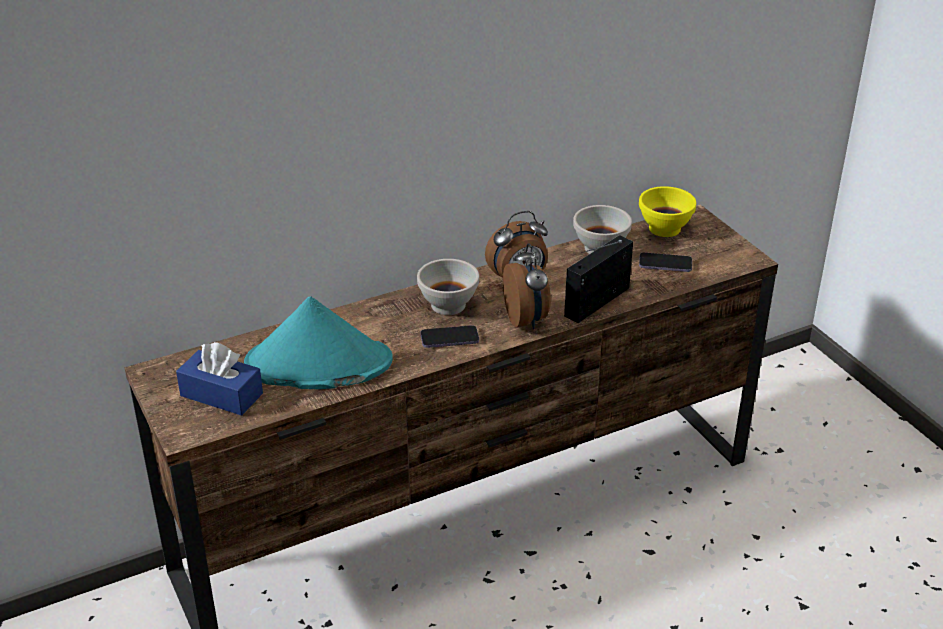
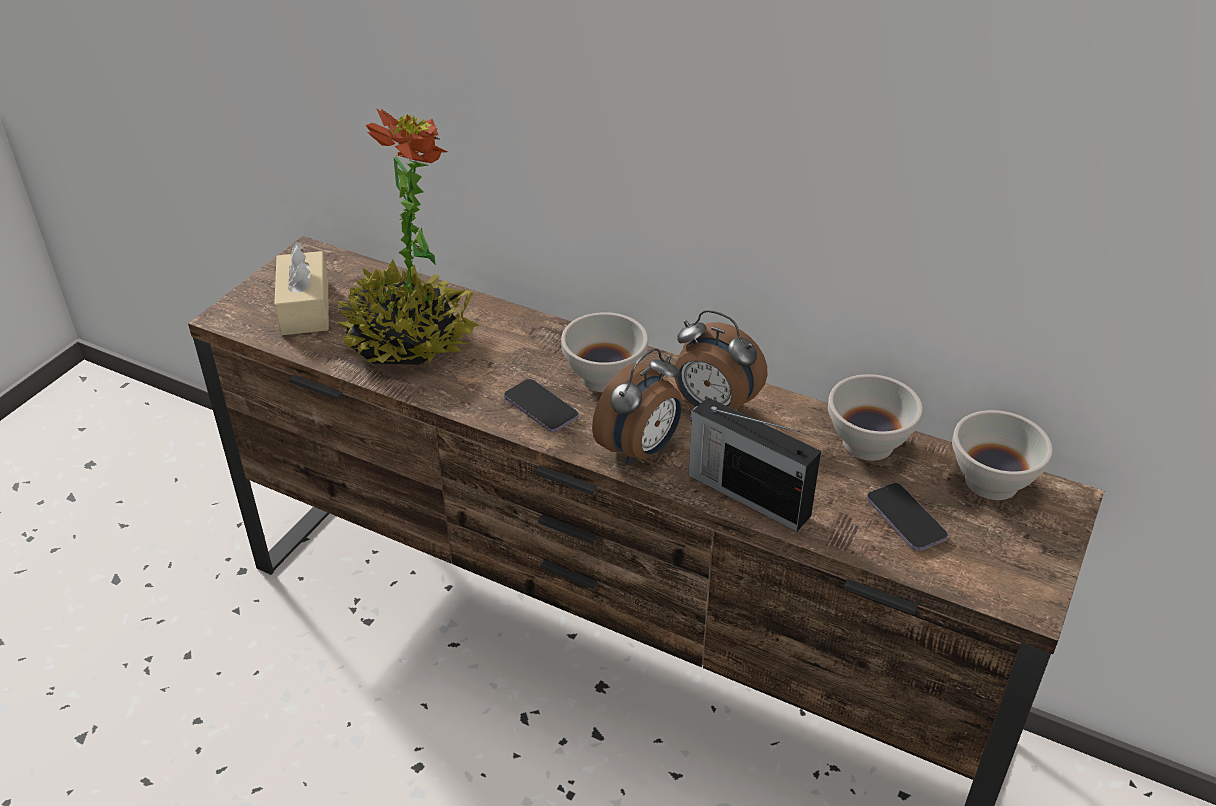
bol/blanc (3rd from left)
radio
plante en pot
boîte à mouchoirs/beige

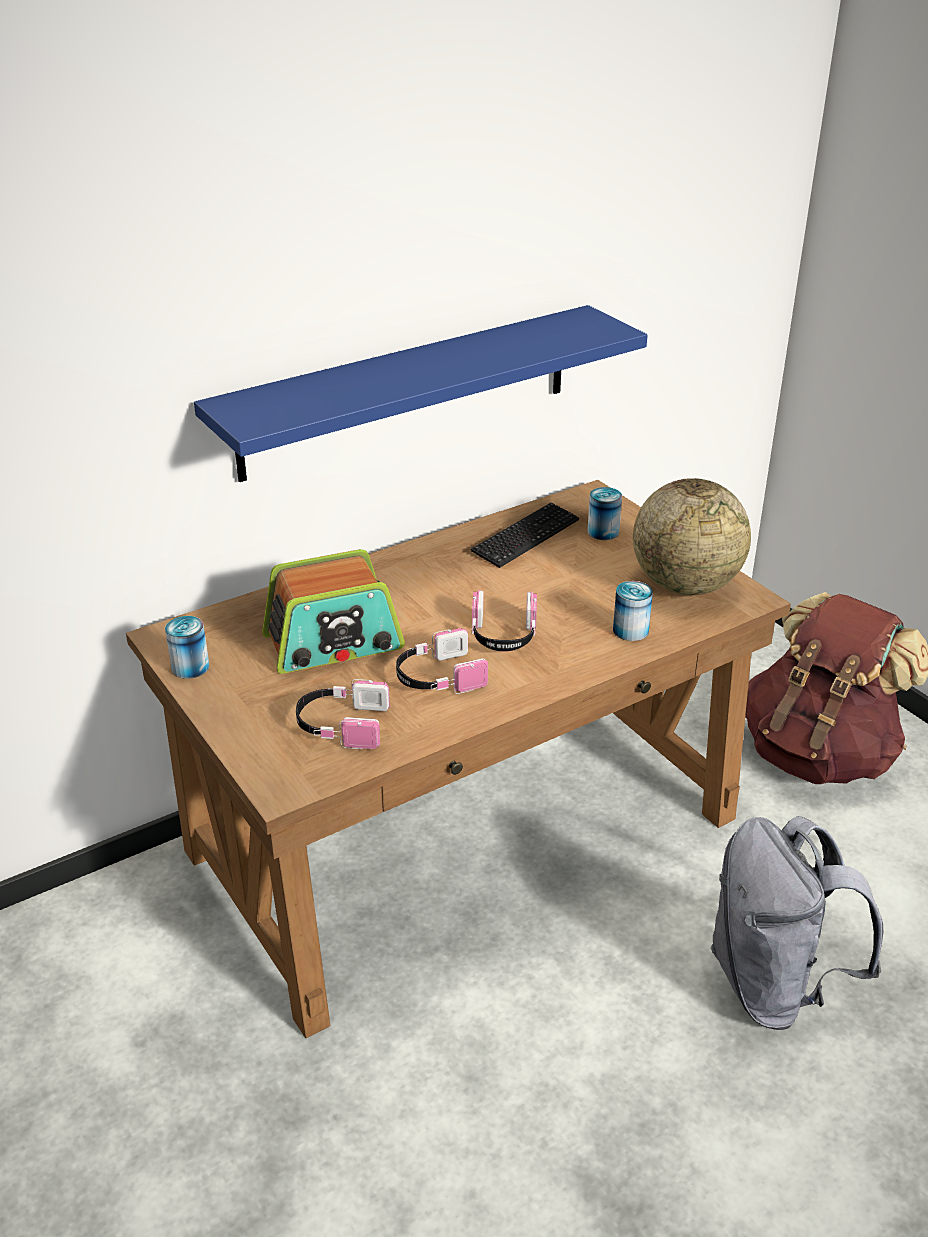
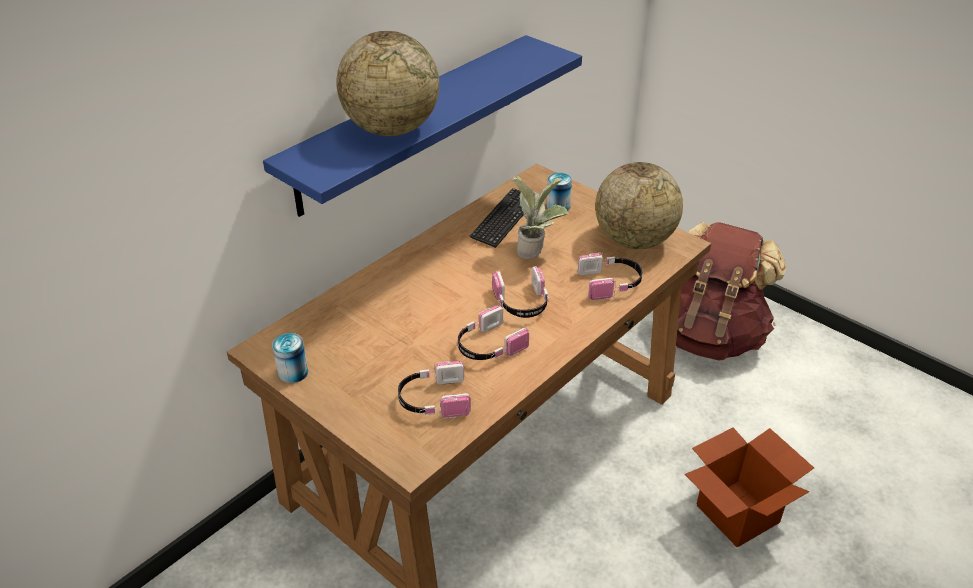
radio
casque audio (4th from left)
carton
globe (1st from left)
plante en pot

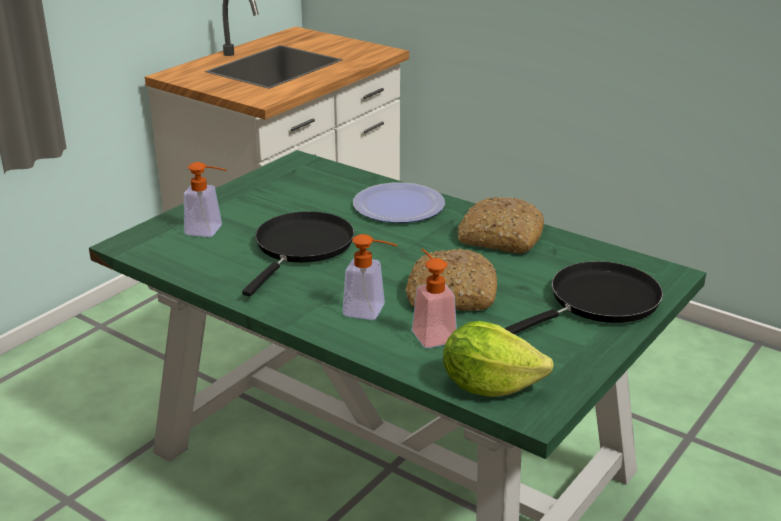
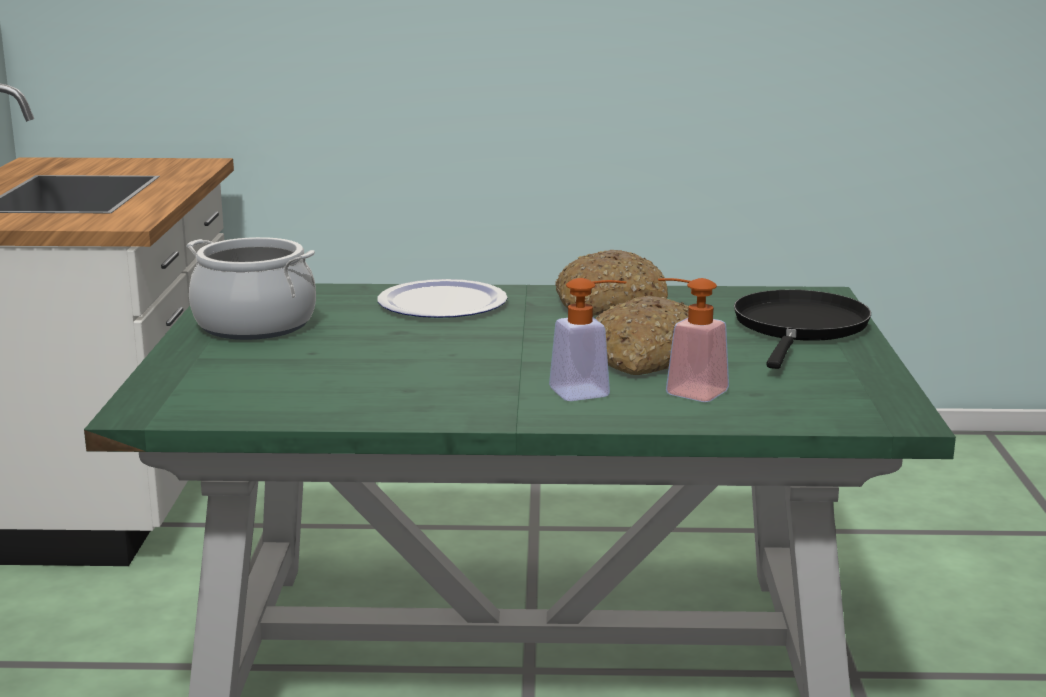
distributeur de savon (1st from left in the first image)
poêle/noir (1st from left in the first image)
laitue
marmite

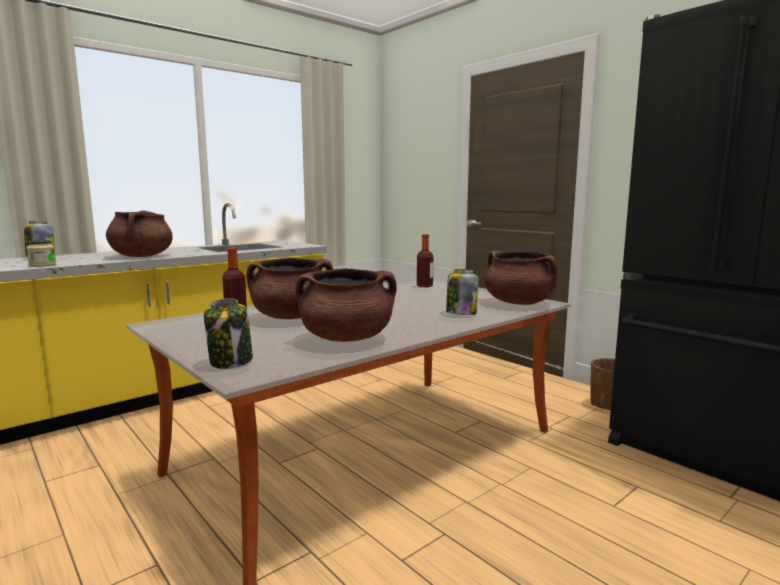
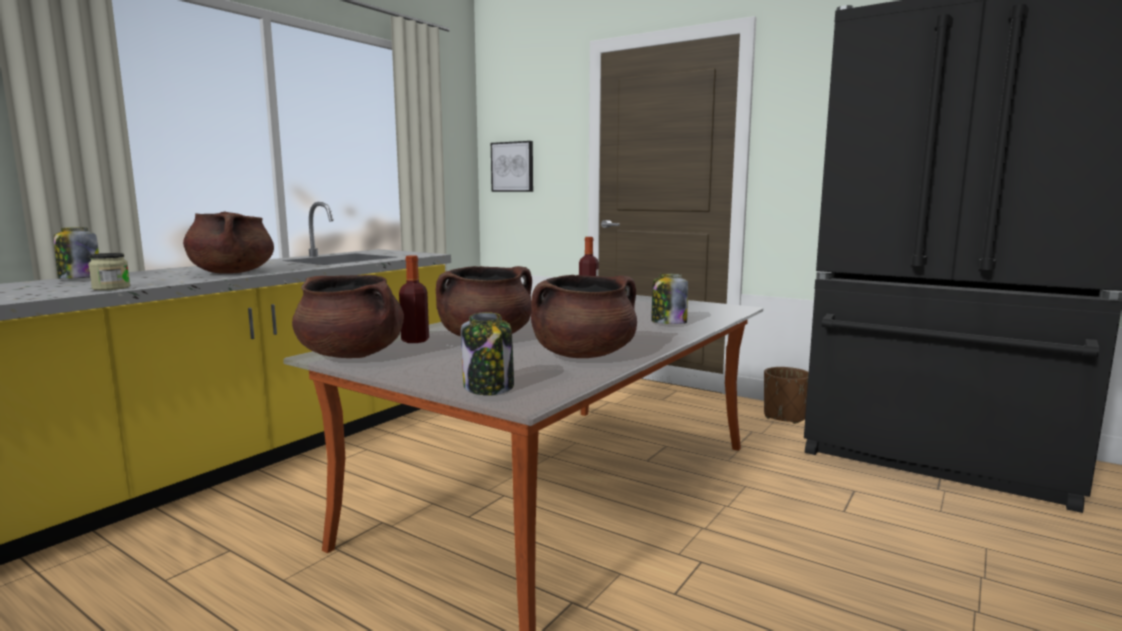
marmite/marron (2nd from left)
tableau

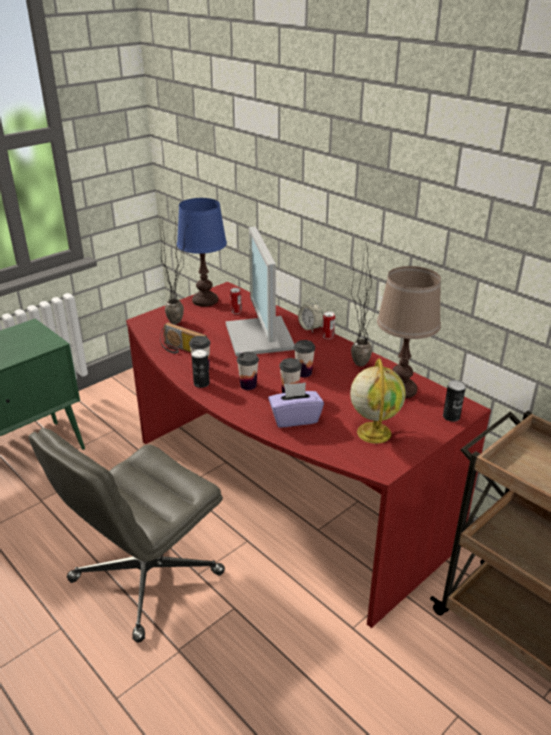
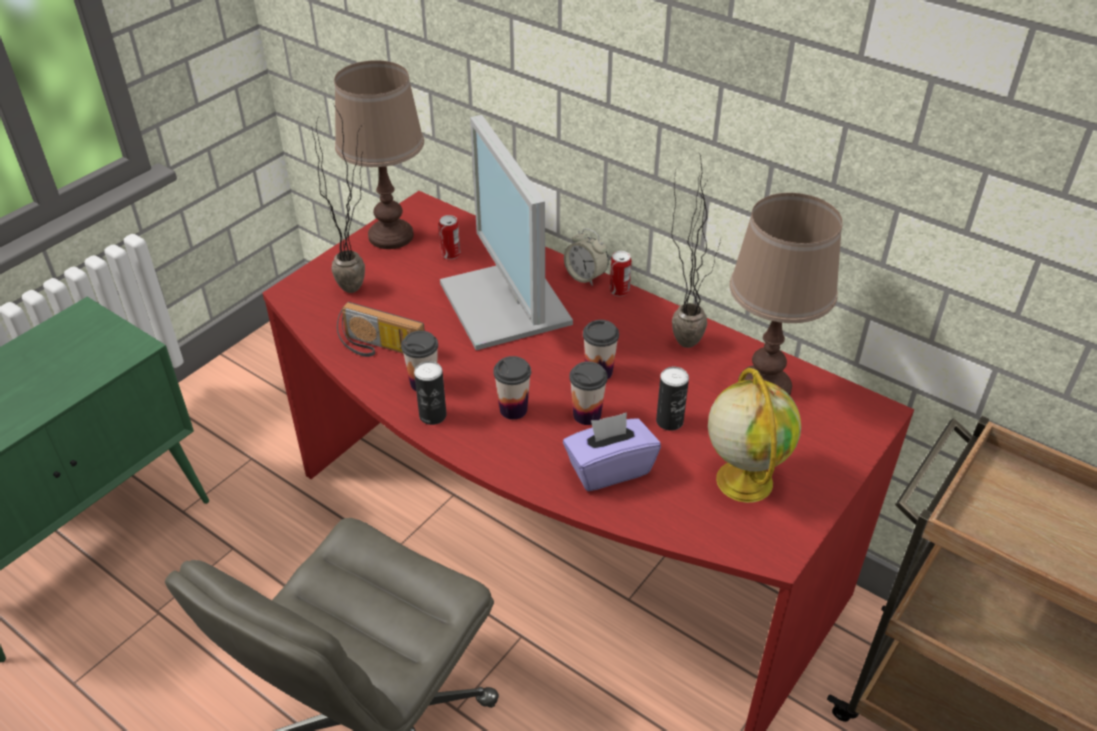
lampe de table/marron (1st from left)
boîte métallique (4th from left)

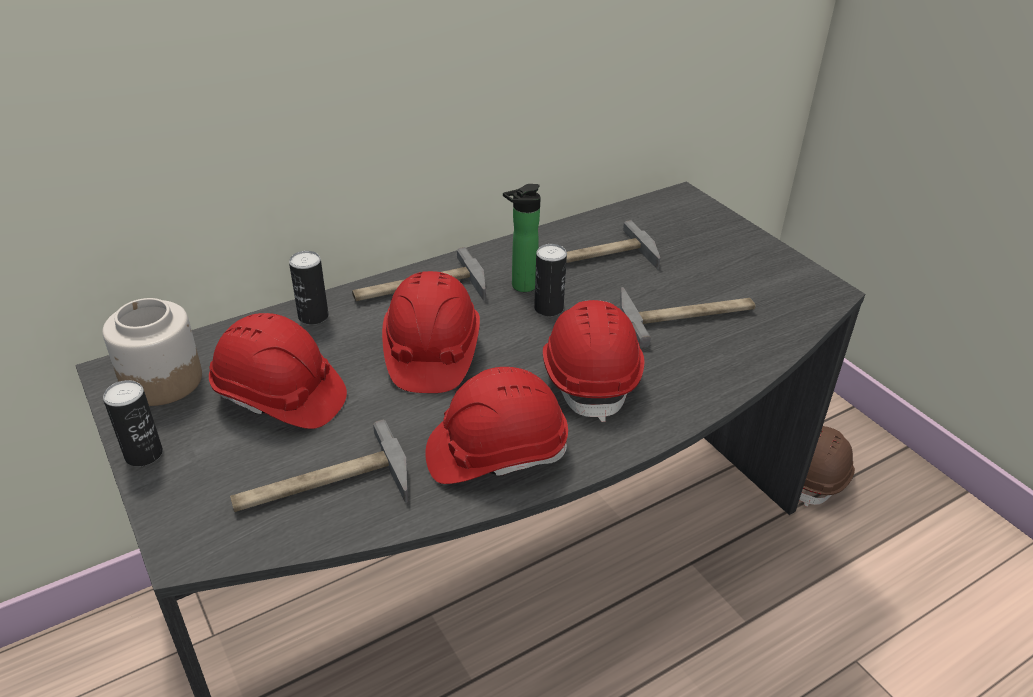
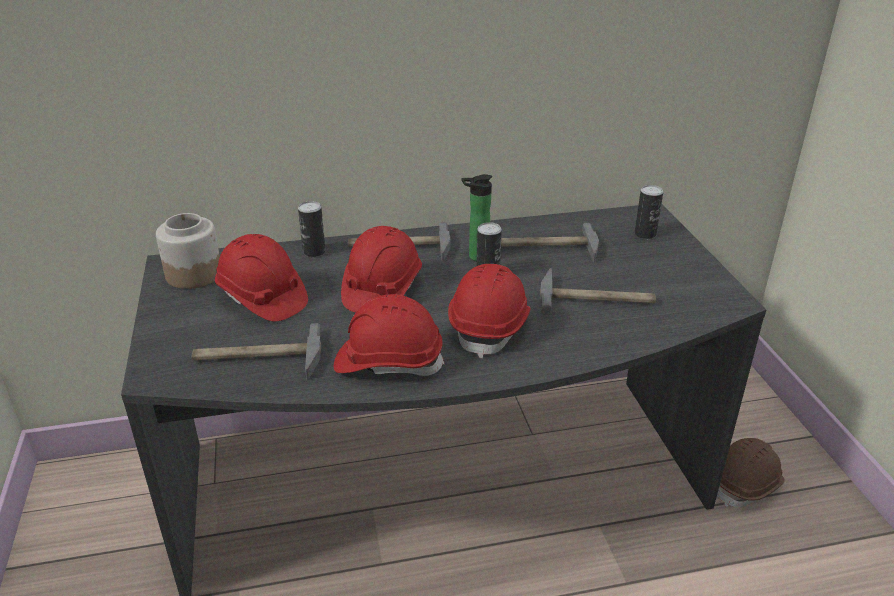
boîte métallique (3rd from left)

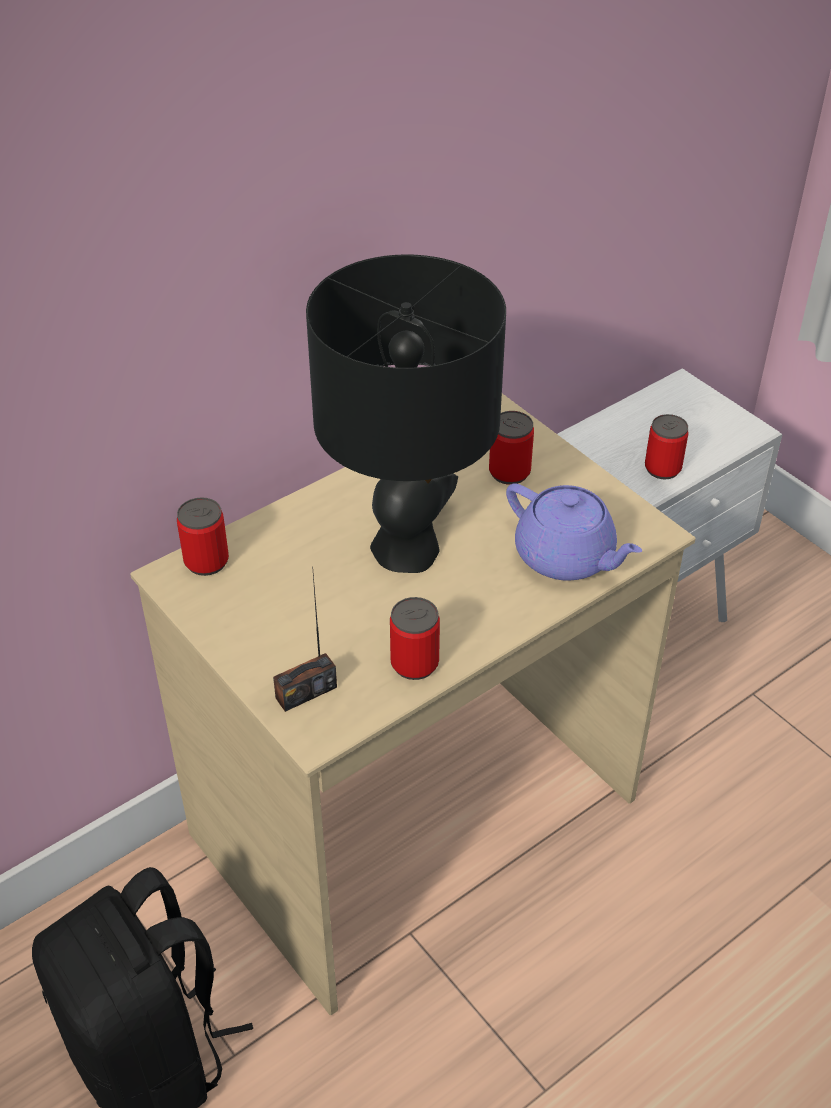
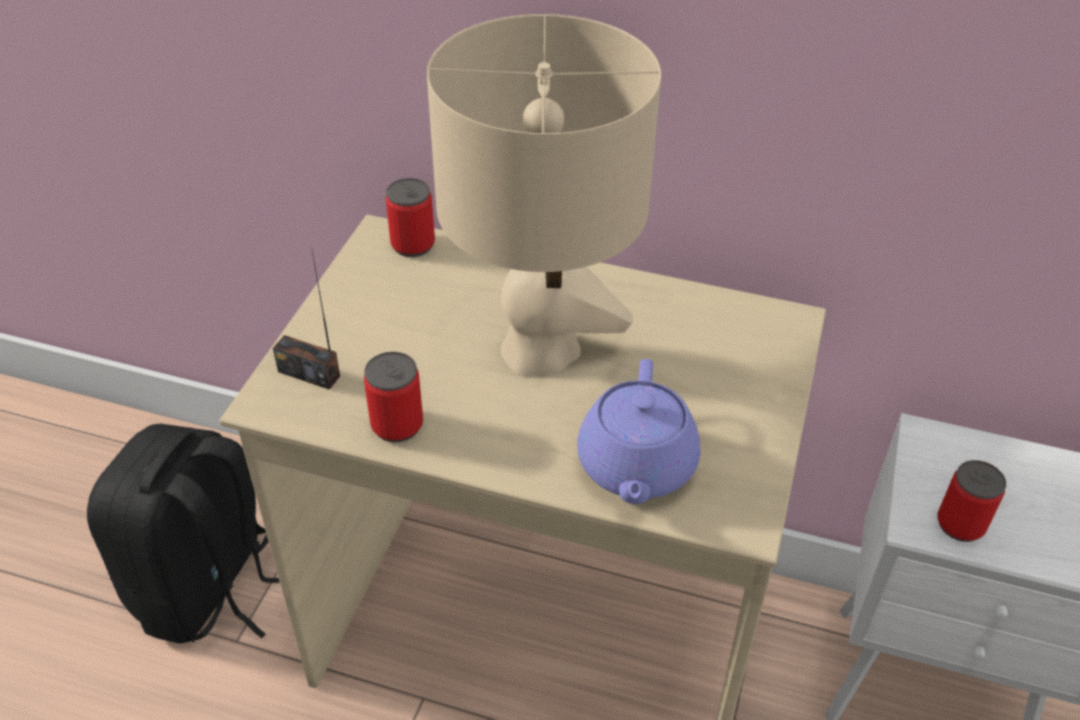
lampe de table/beige
boîte métallique (3rd from left in the first image)

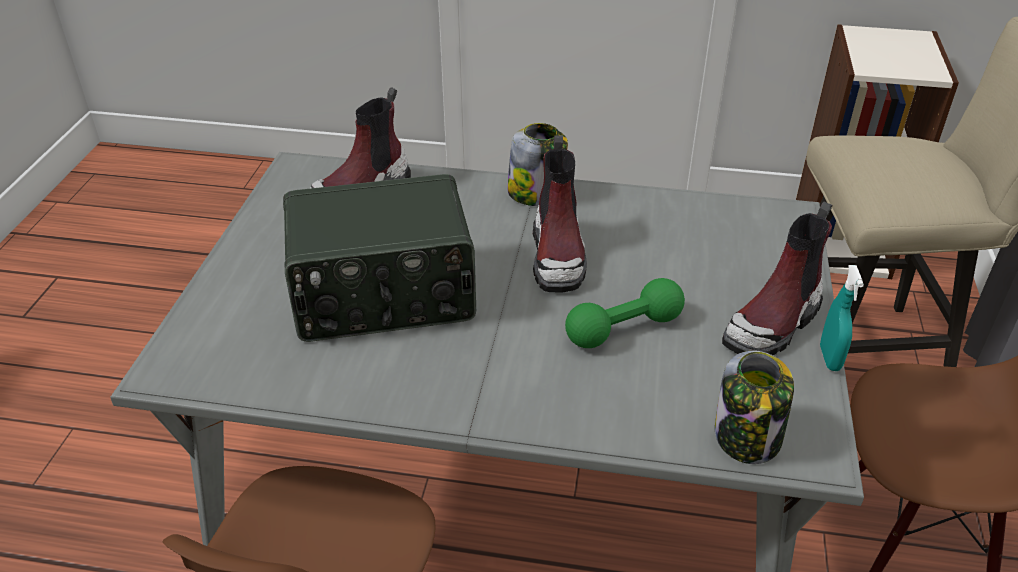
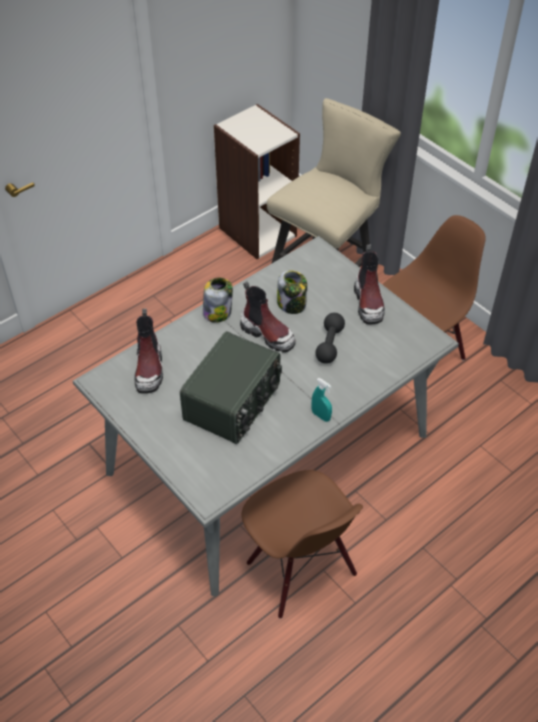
vaporisateur/turquoise
haltère/noir
bocal (2nd from left)

